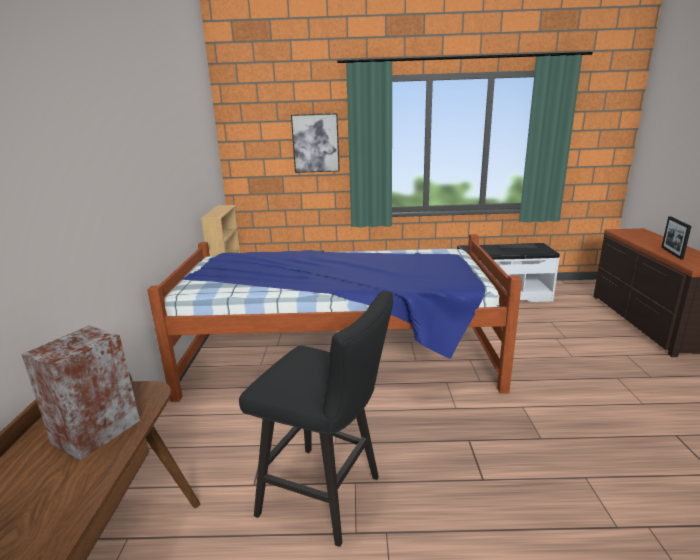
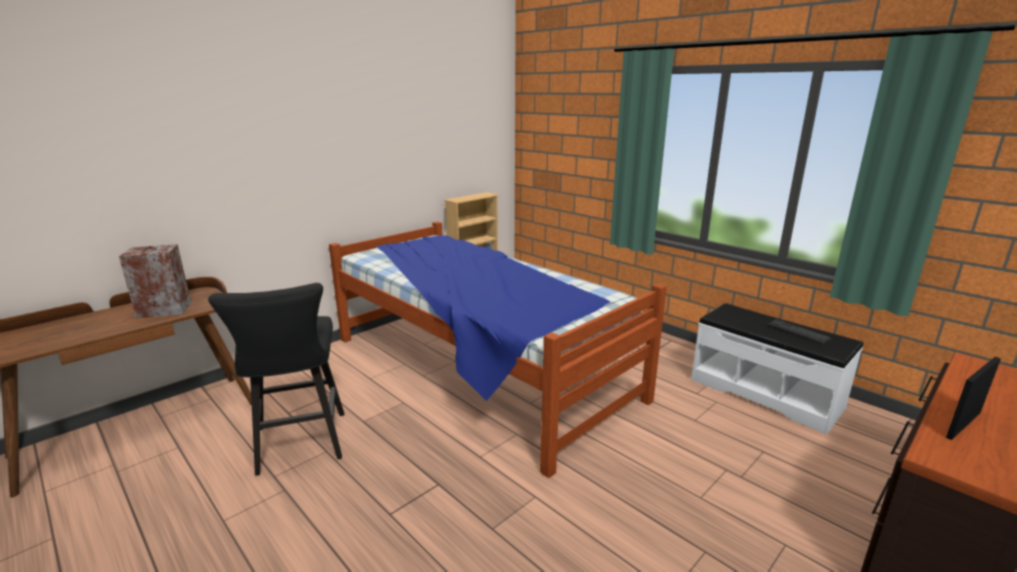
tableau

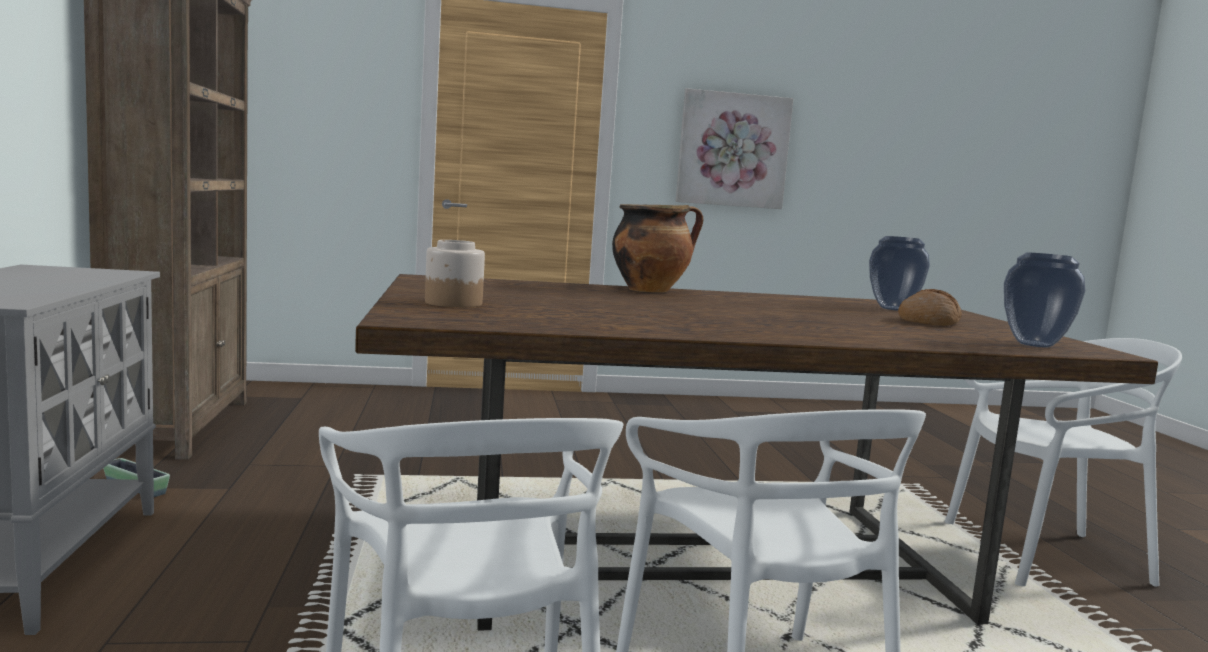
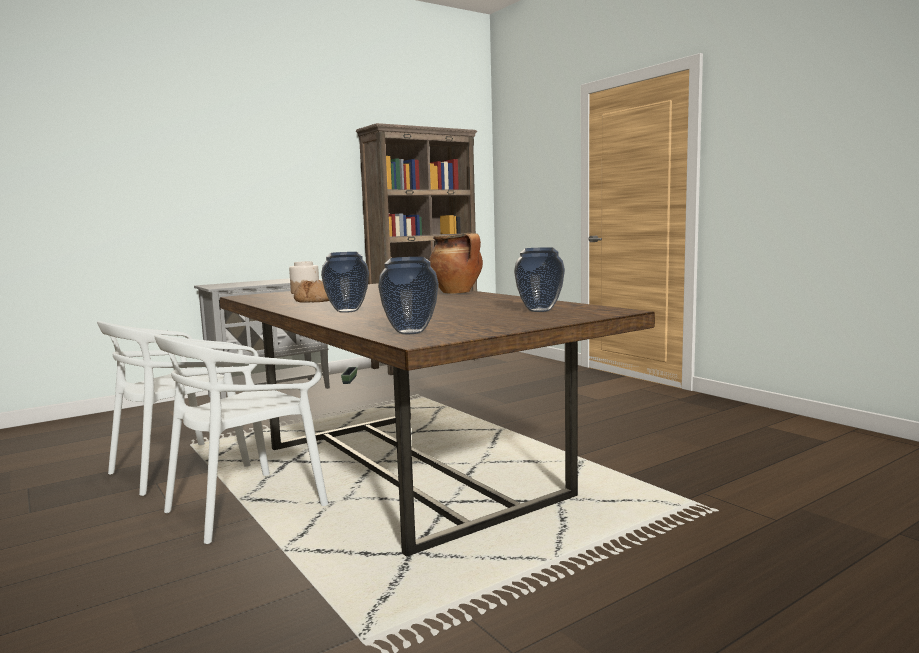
tableau
pain
chaise/blanc (3rd from left in the first image)
vase (1st from left)

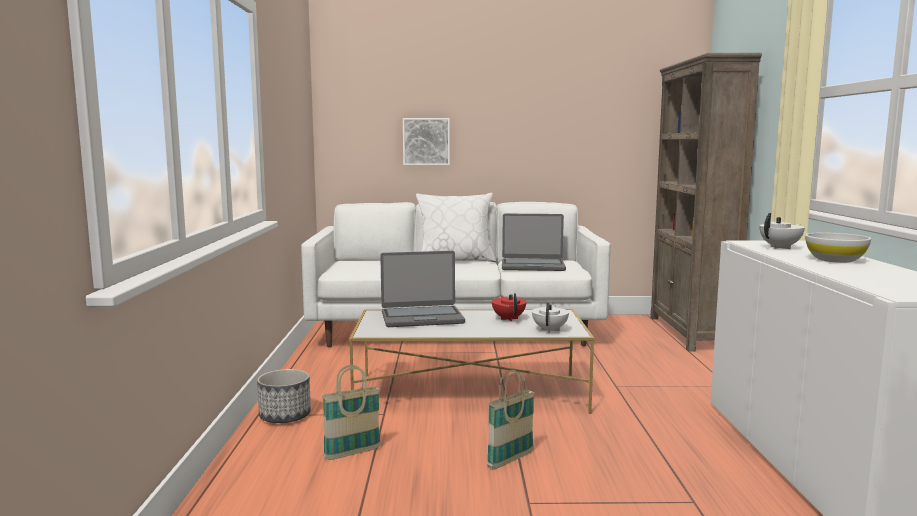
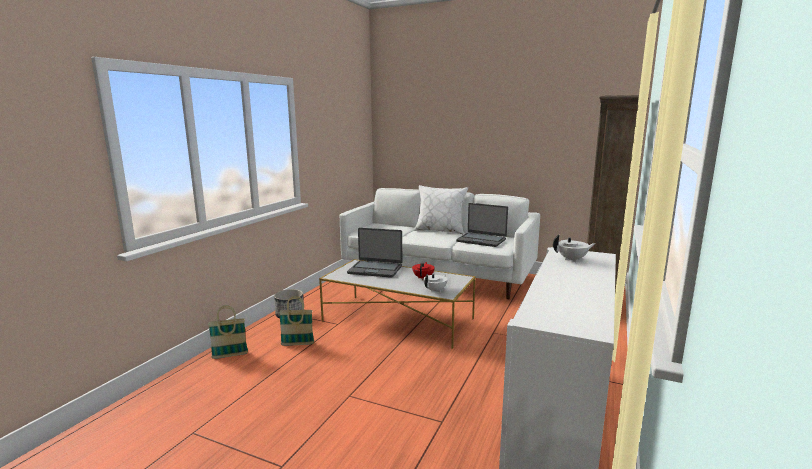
tableau
bol/blanc
panier (1st from left)

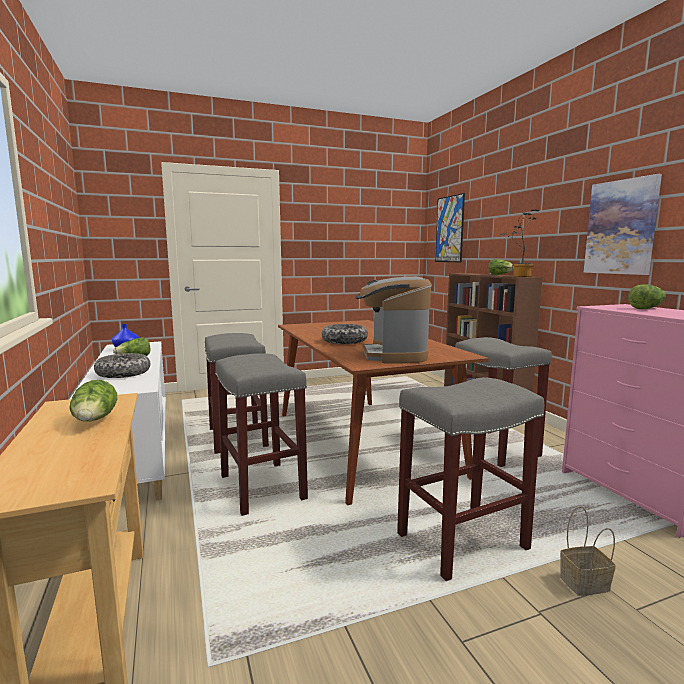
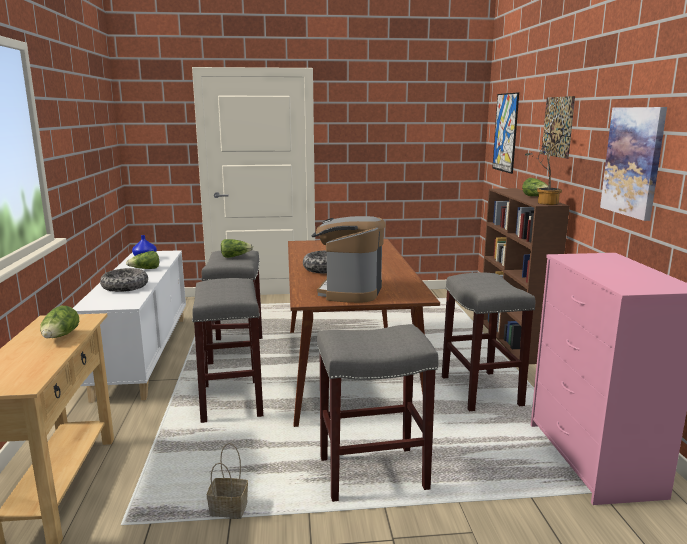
laitue (3rd from left)
panier
tableau (2nd from left)

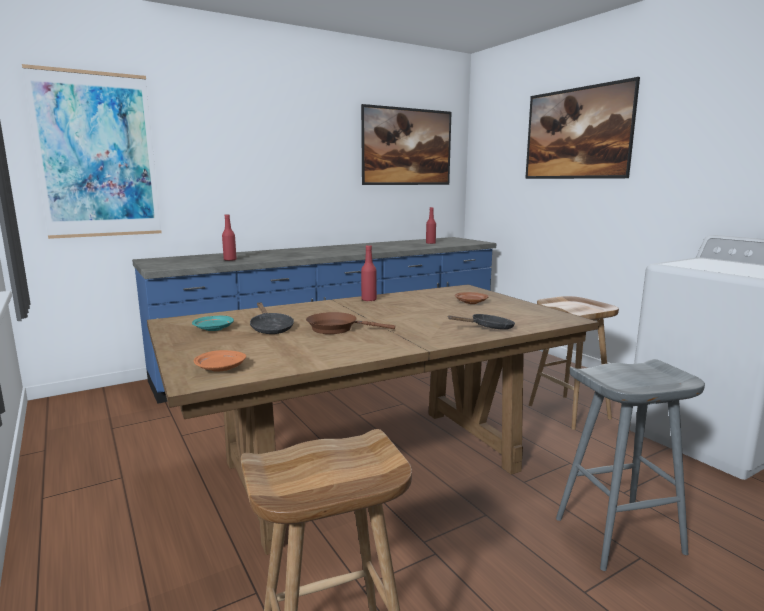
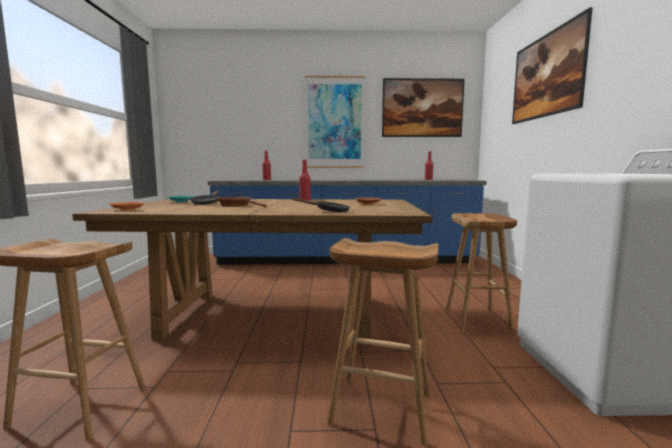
tableau (1st from left)
tabouret/marron (2nd from left)

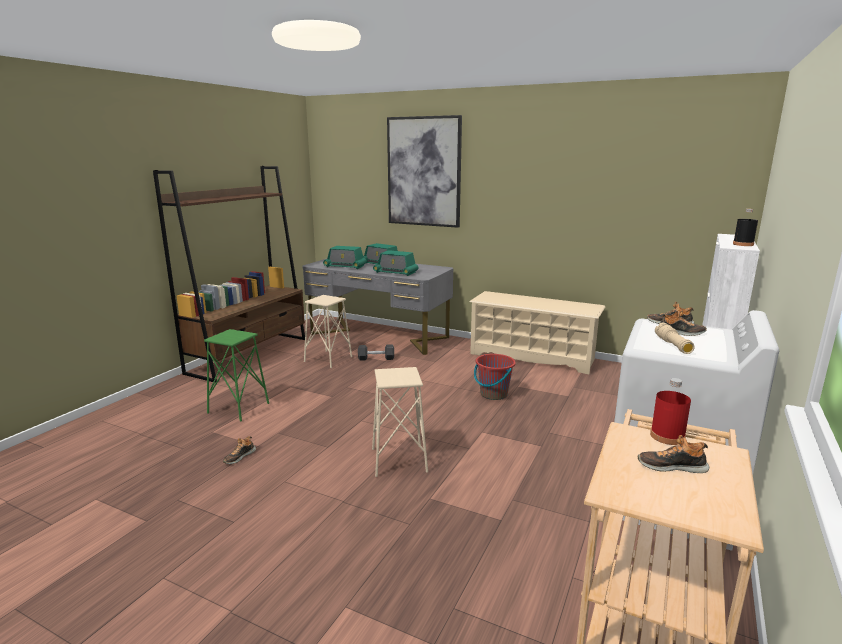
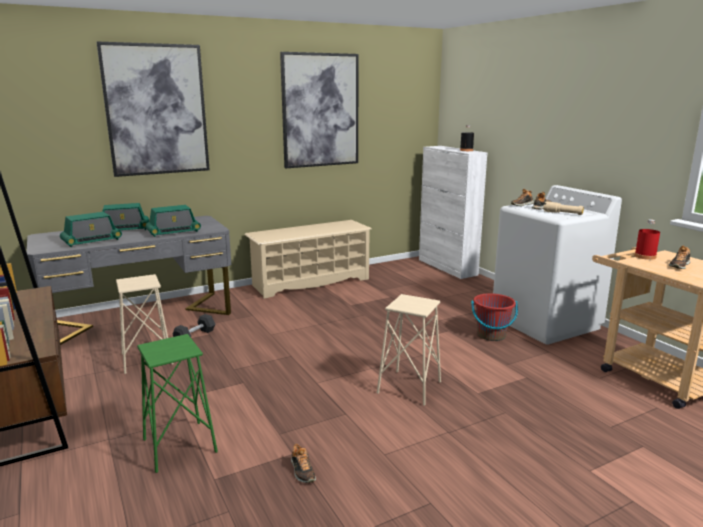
seau/rouge
tableau (2nd from left)

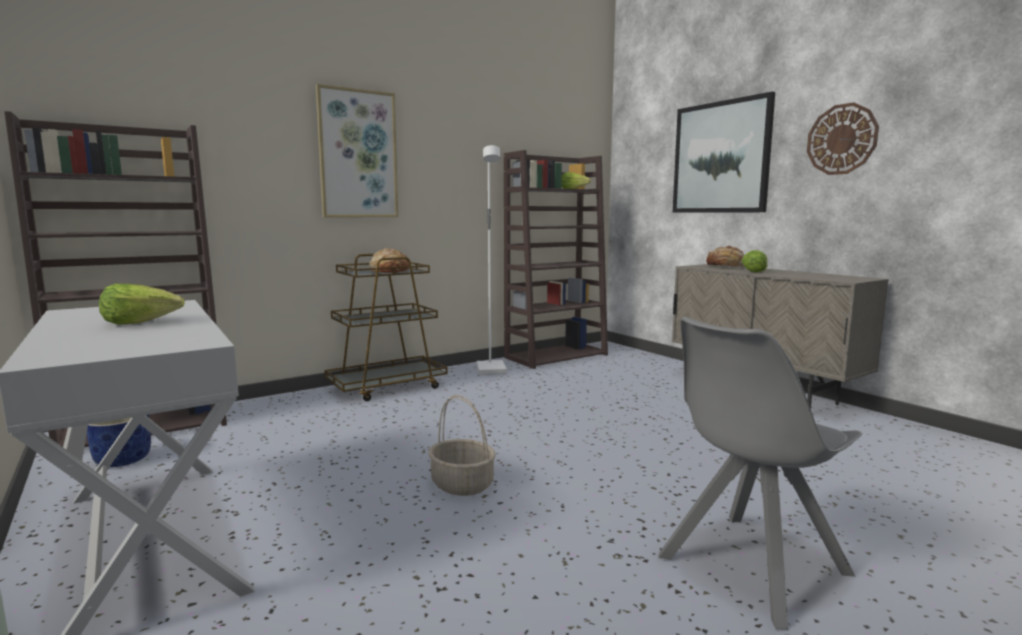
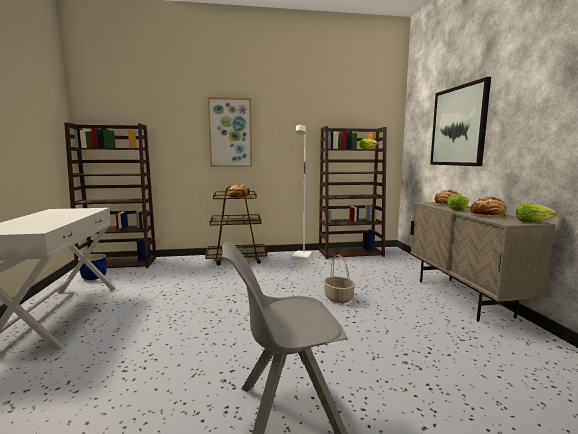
horloge murale
laitue (3rd from left)
panier
pain (3rd from left)

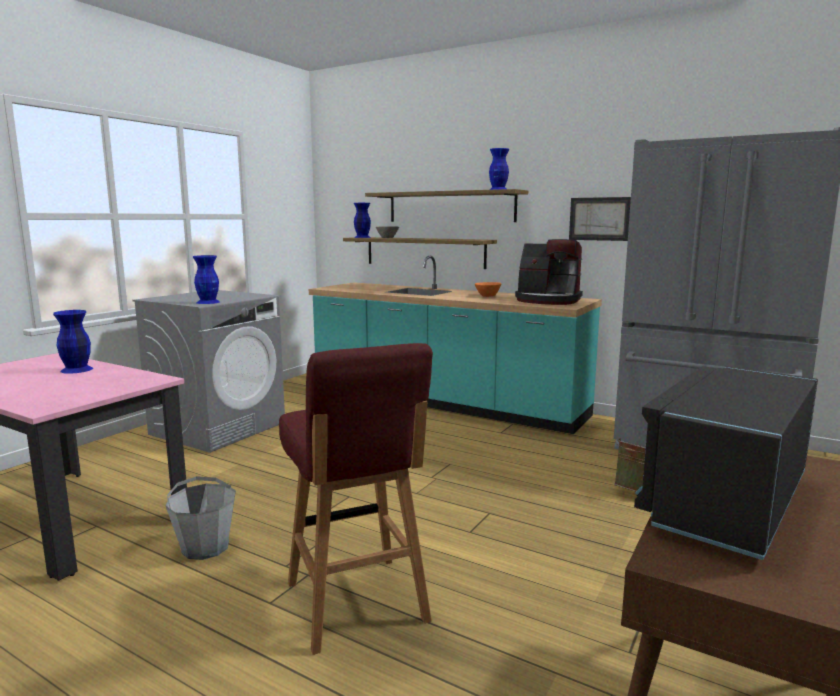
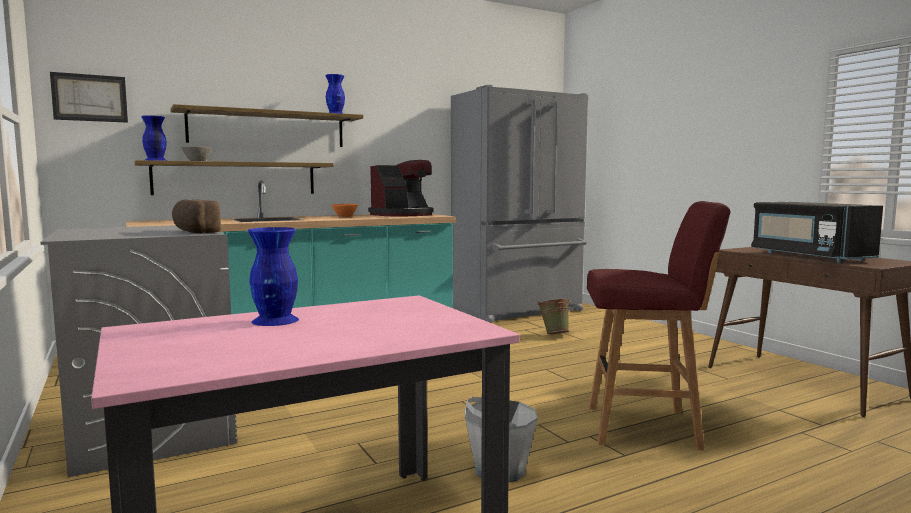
tableau
pain

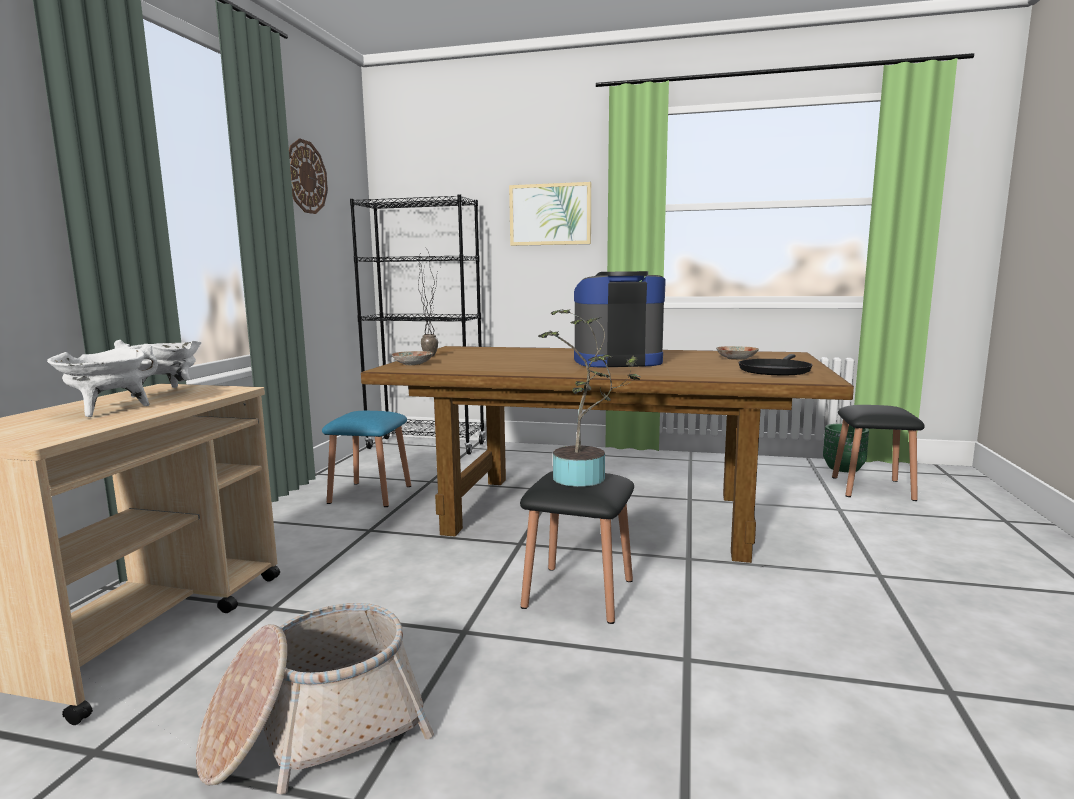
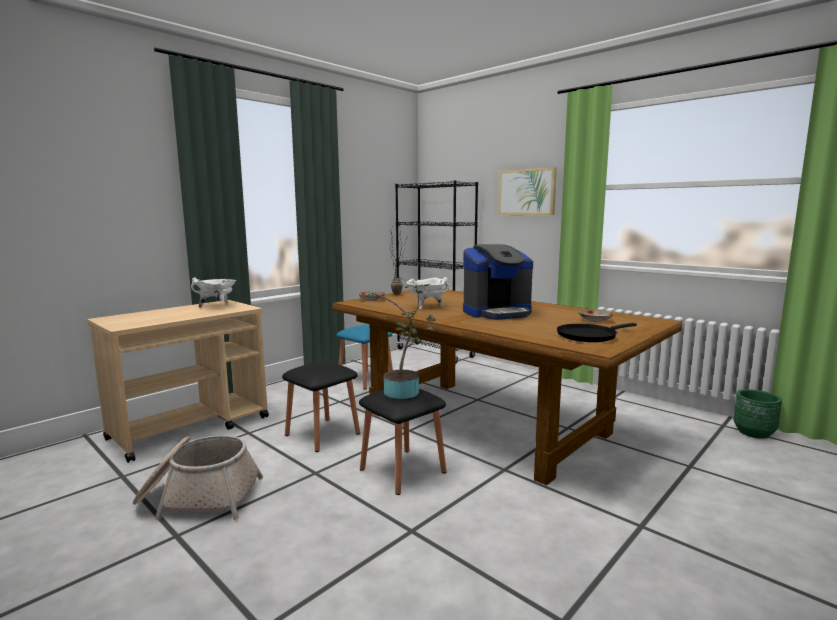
horloge murale
machine à café
marmite/blanc (2nd from left)
tabouret/noir (1st from left)

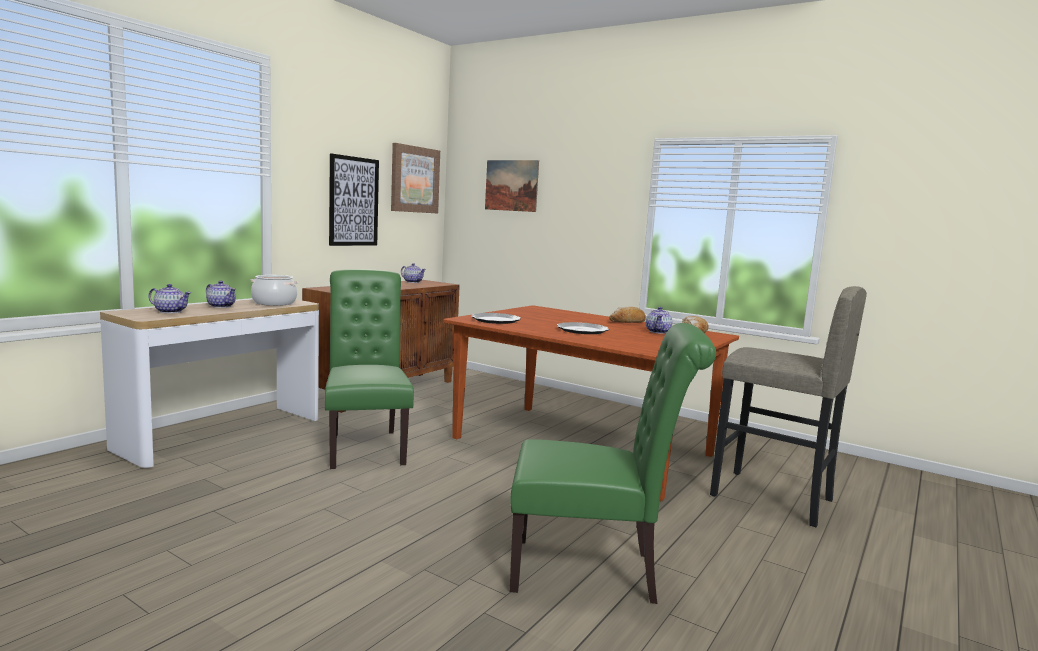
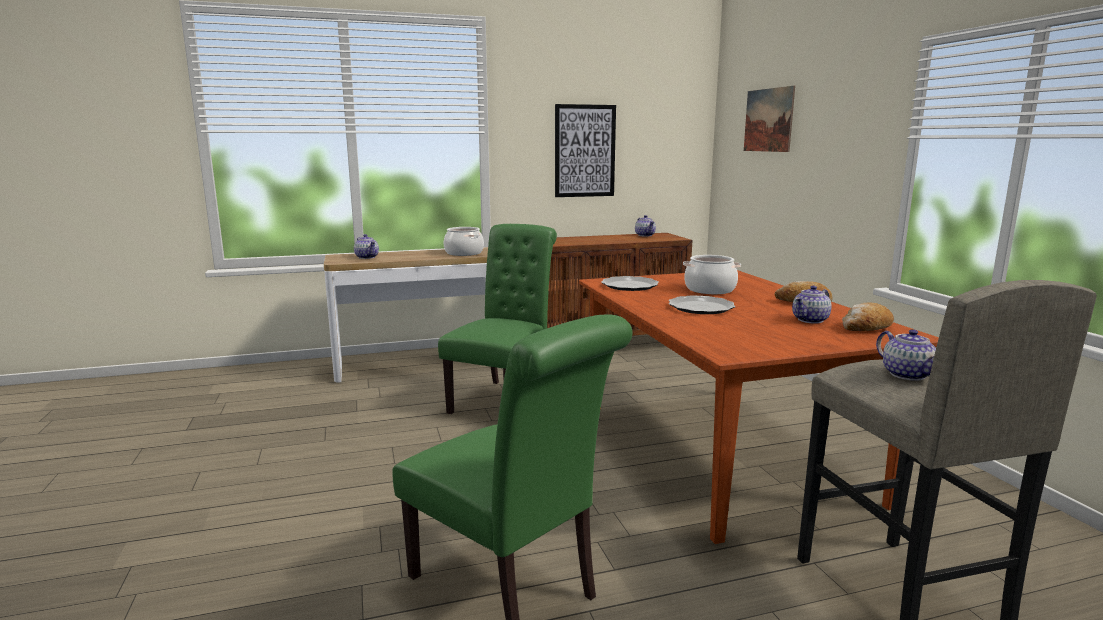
tableau (2nd from left in the first image)
théière (4th from left)
marmite (2nd from left)

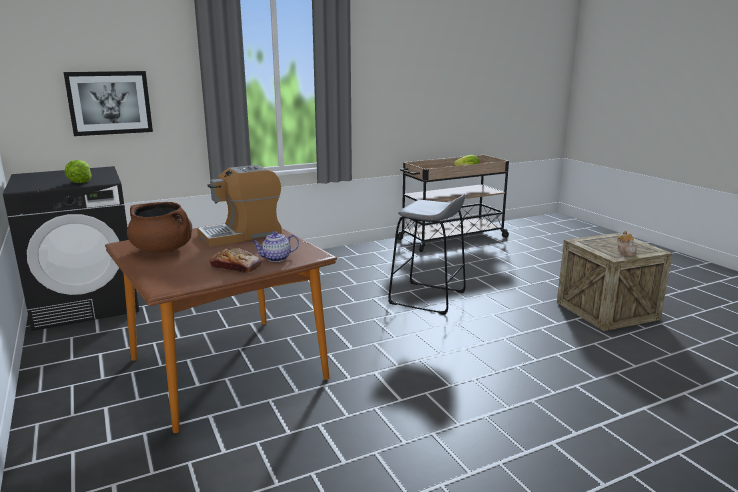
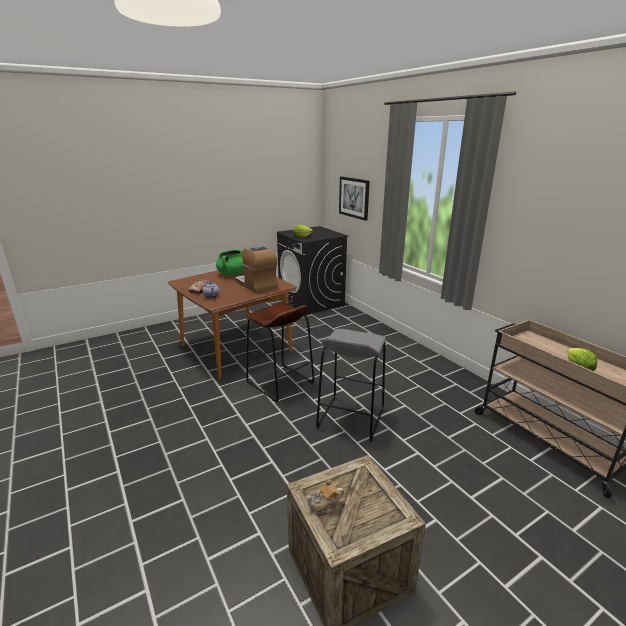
marmite/vert
tabouret/marron

